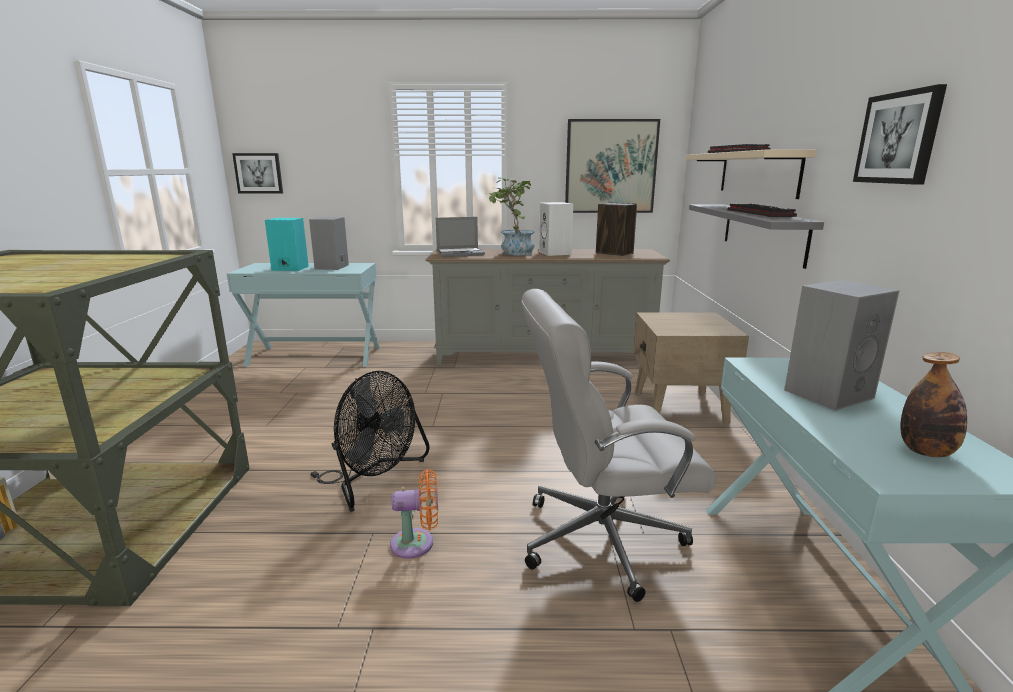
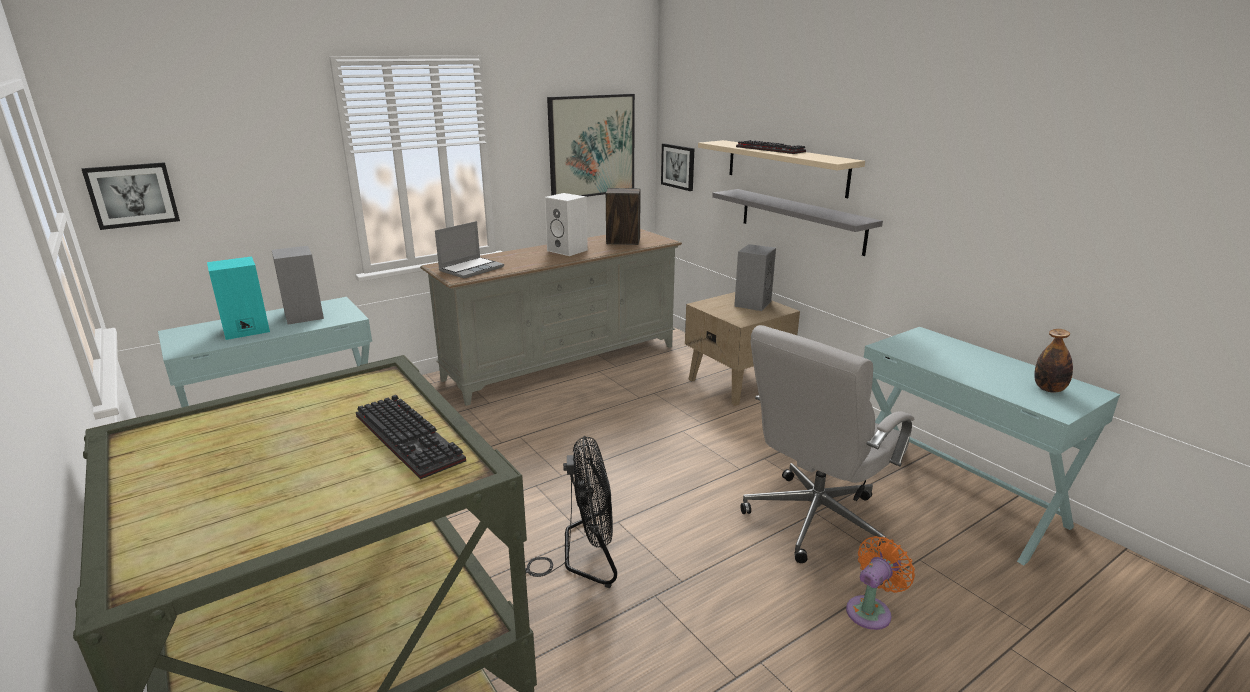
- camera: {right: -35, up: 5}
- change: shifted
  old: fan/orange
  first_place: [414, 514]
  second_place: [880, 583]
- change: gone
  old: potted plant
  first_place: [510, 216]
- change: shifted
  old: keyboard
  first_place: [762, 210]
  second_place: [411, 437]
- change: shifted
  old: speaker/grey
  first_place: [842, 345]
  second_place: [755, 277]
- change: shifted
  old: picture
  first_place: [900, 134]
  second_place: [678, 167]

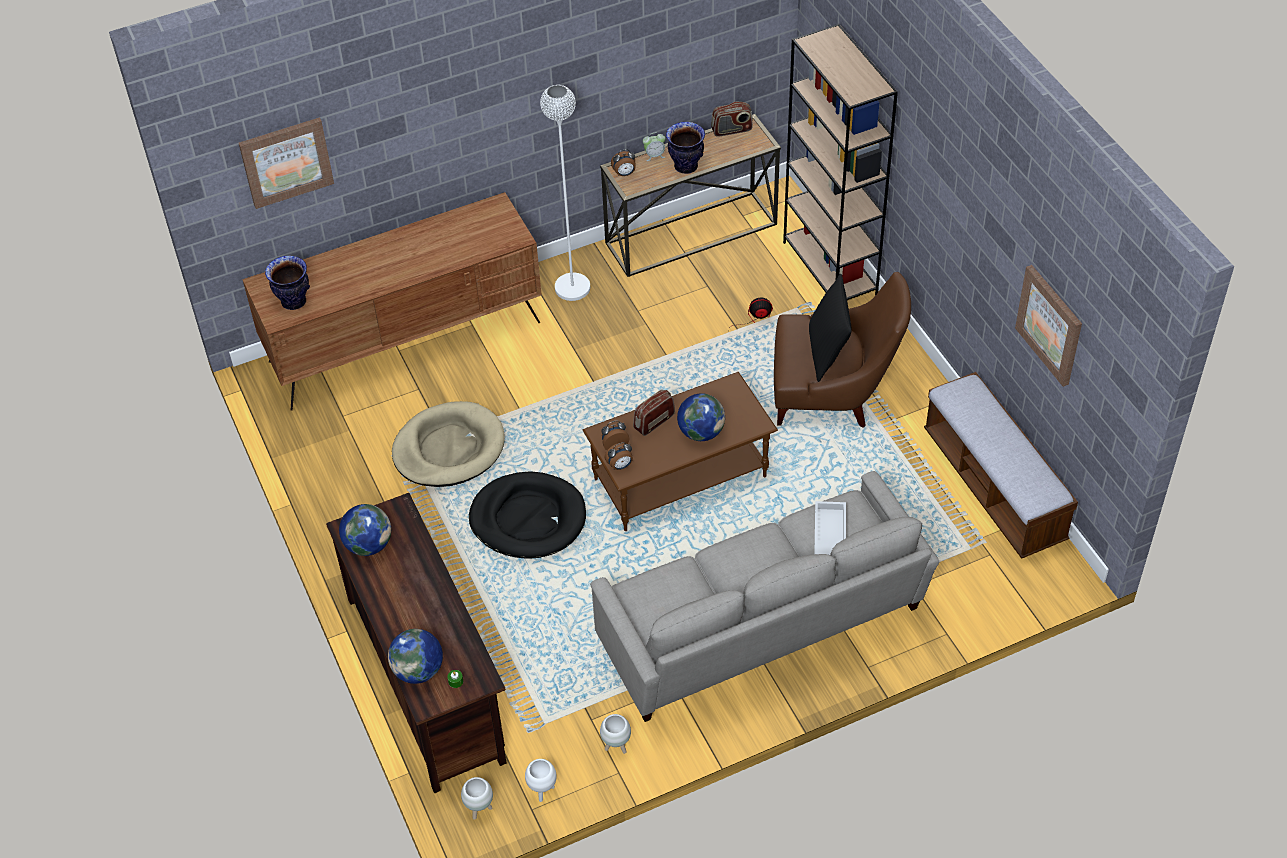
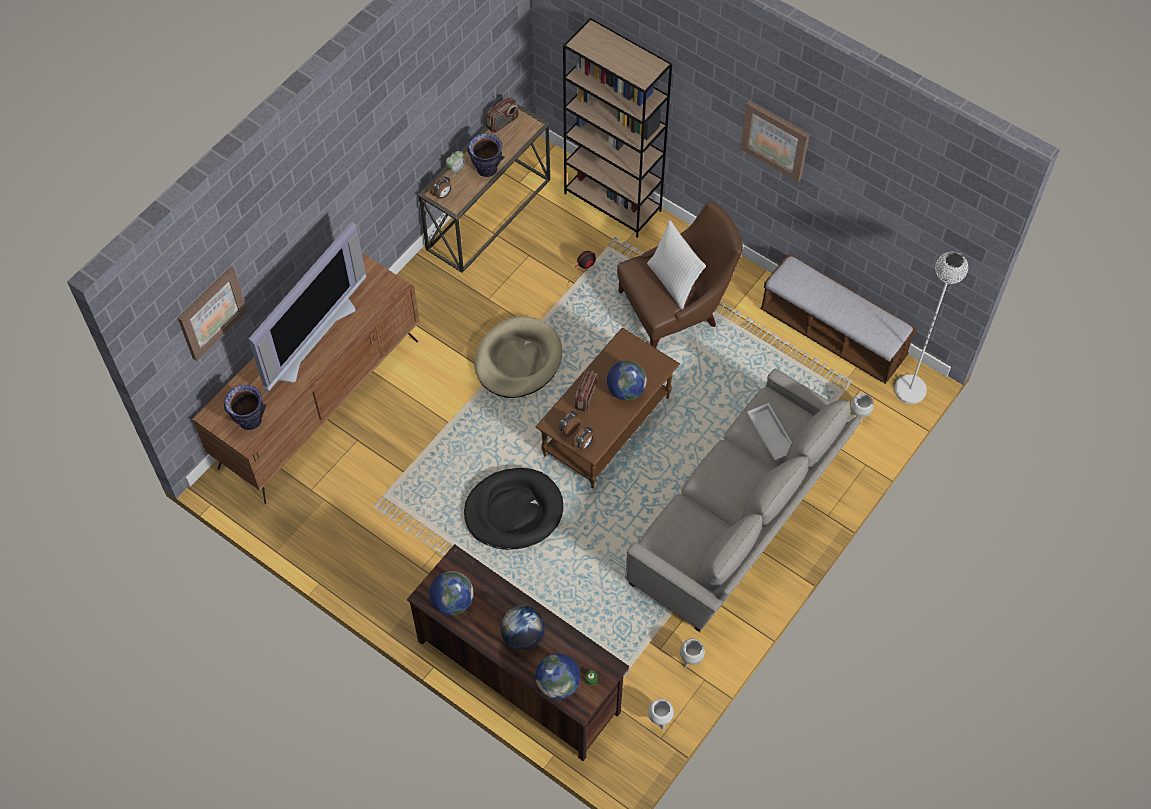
- camera: {right: -30, up: 10}
- change: shifted
  old: dog bed/beige
  first_place: [448, 444]
  second_place: [518, 357]
- change: shifted
  old: planter/white
  first_place: [477, 798]
  second_place: [862, 408]
- change: shifted
  old: floor lamp/white
  first_place: [565, 193]
  second_place: [931, 327]
- change: repainted
  old: pillow/black
  new: pillow/white
  first_place: [830, 328]
  second_place: [676, 265]
- change: shifted
  old: picture
  first_place: [1048, 326]
  second_place: [774, 141]
- change: new
  new: television
  second_place: [307, 307]
- change: new
  new: globe
  second_place: [522, 627]

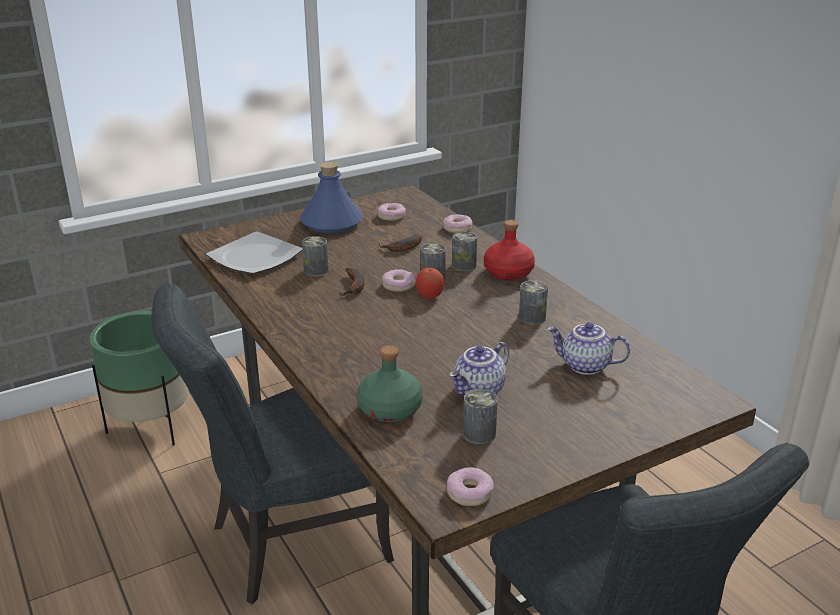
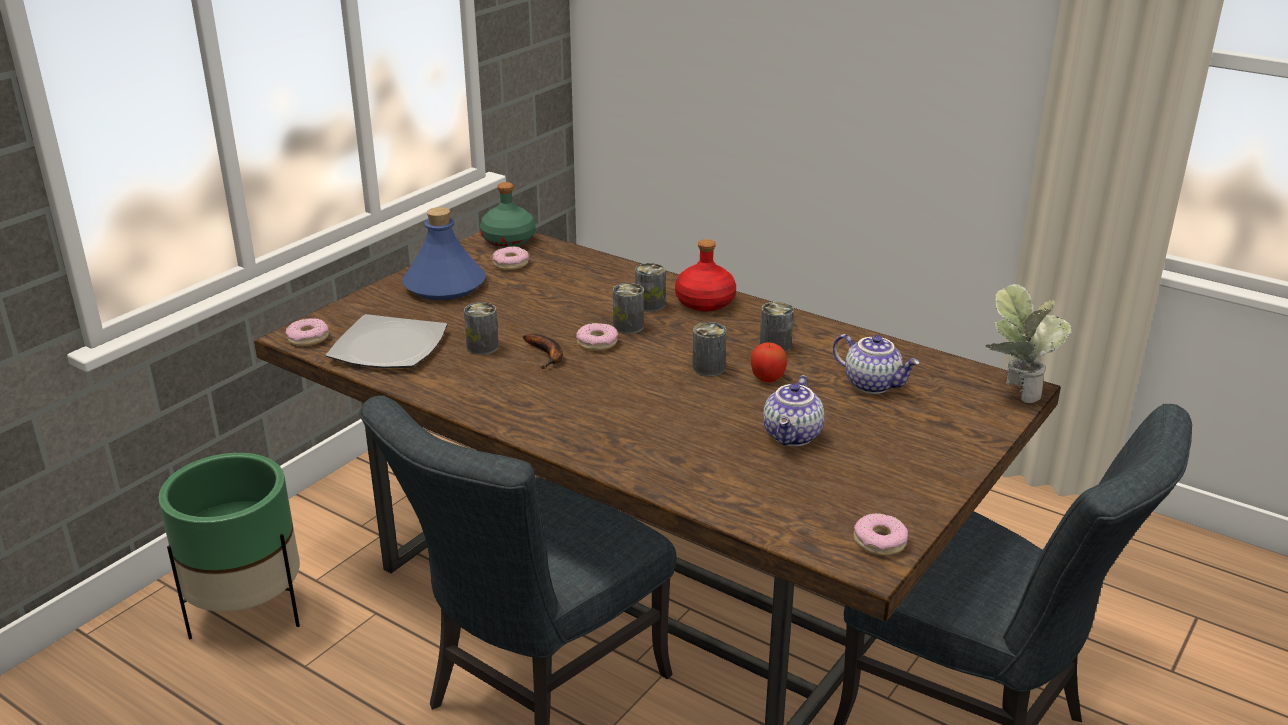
- camera: {right: -25, up: 0}
- change: shifted
  old: bottle/green
  first_place: [390, 383]
  second_place: [507, 215]
- change: gone
  old: banana
  first_place: [400, 242]
- change: shifted
  old: apple
  first_place: [430, 283]
  second_place: [769, 362]
- change: shifted
  old: donut
  first_place: [457, 223]
  second_place: [307, 332]
- change: shifted
  old: can
  first_place: [480, 417]
  second_place: [709, 349]
- change: rotated
  old: teapot
  first_place: [588, 348]
  second_place: [876, 364]
  degrees: -135
- change: new
  new: potted plant
  second_place: [1029, 343]

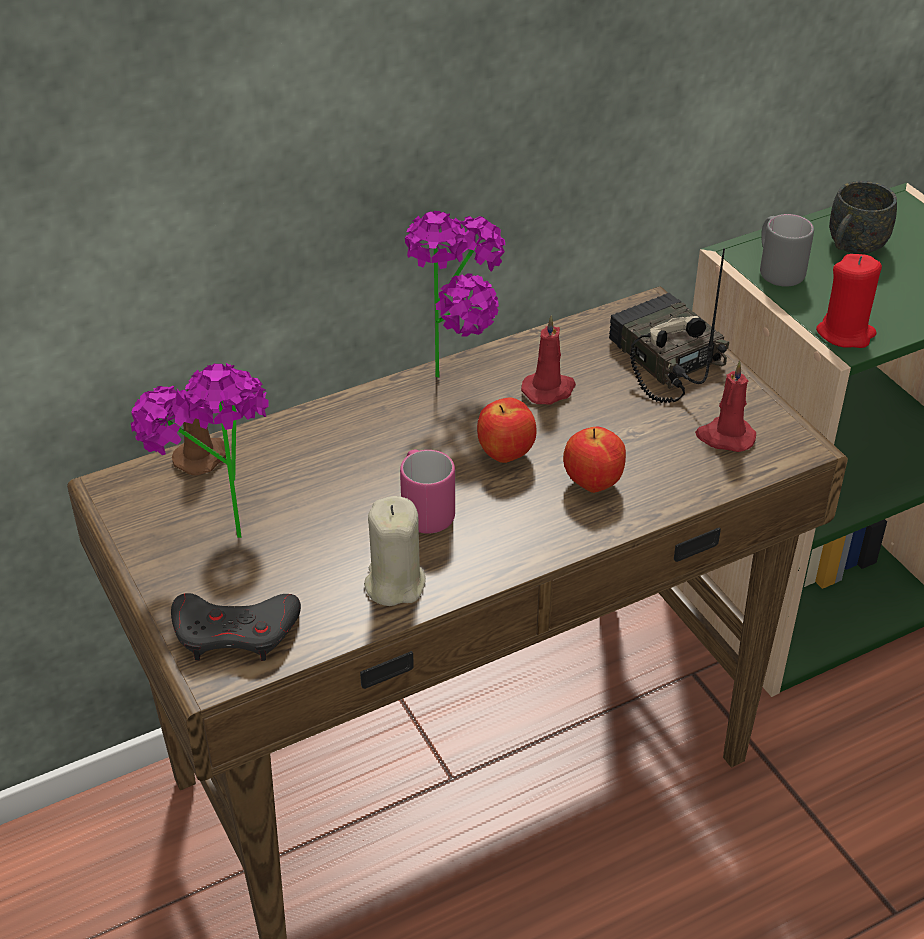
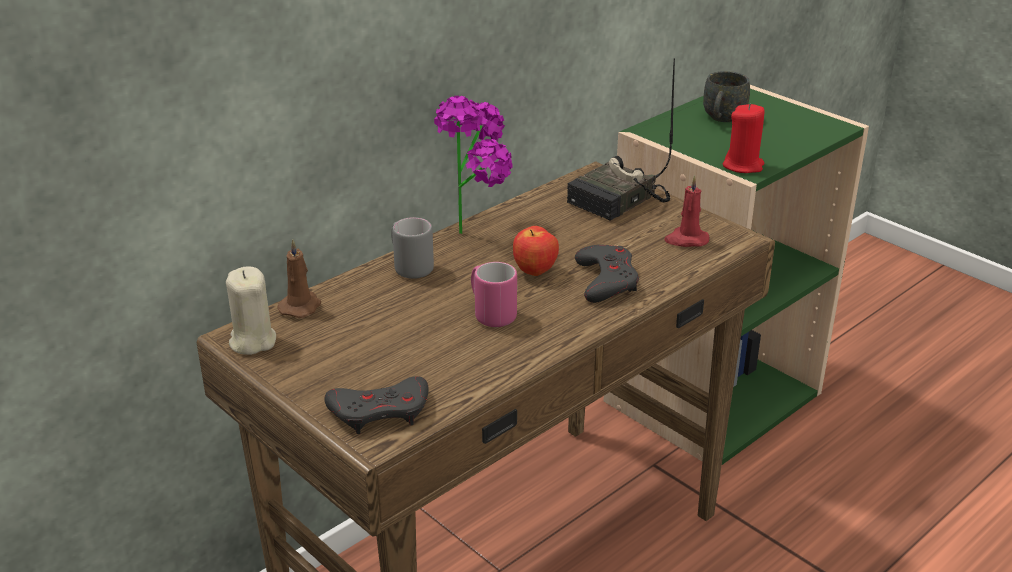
- camera: {right: -15, up: -10}
- change: gone
  old: potted plant
  first_place: [200, 450]
- change: shifted
  old: candle/beige
  first_place: [395, 551]
  second_place: [251, 310]
- change: gone
  old: candle/red
  first_place: [548, 360]
- change: swapped
  old: apple
  new: game controller/grey
  first_place: [594, 459]
  second_place: [607, 274]
- change: rotated
  old: radio
  first_place: [669, 325]
  second_place: [621, 139]
  degrees: -90
- change: shifted
  old: mug/grey
  first_place: [787, 250]
  second_place: [412, 247]

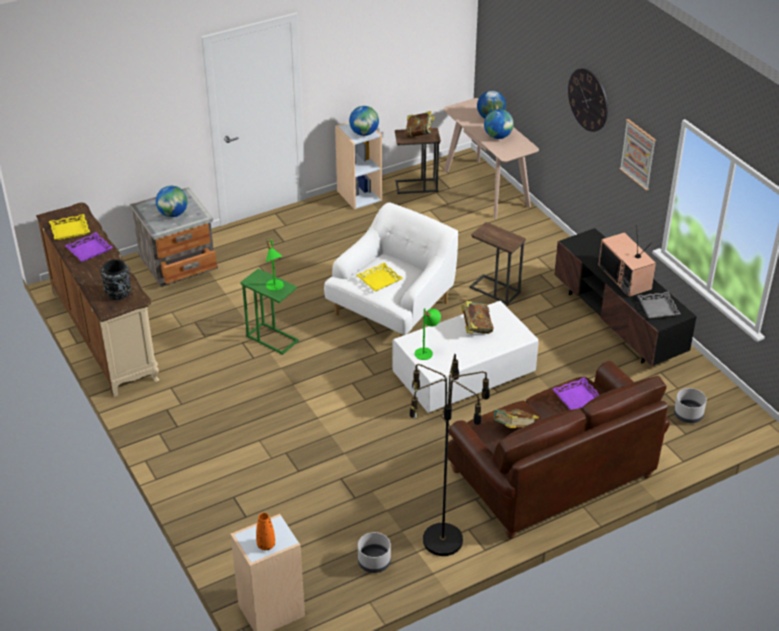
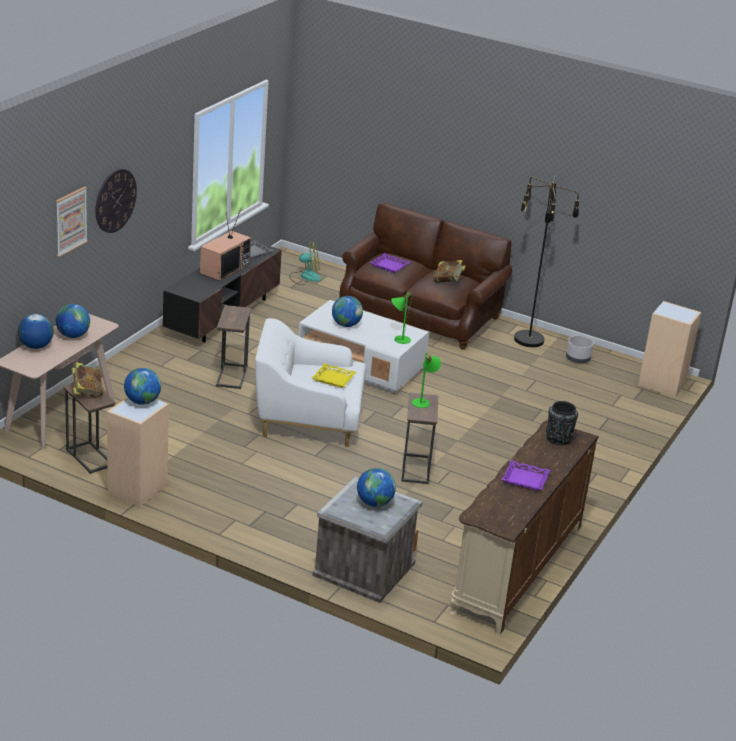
- camera: {right: -125, up: -10}
- change: gone
  old: tray/yellow
  first_place: [69, 227]
- change: repainted
  old: side table/green
  new: side table/brown
  first_place: [269, 312]
  second_place: [420, 438]
- change: gone
  old: vase/orange
  first_place: [265, 531]
- change: swapped
  old: book
  new: globe
  first_place: [477, 317]
  second_place: [347, 311]
- change: shifted
  old: picture
  first_place: [637, 155]
  second_place: [72, 221]
- change: swapped
  old: planter/grey
  new: fan
  first_place: [690, 405]
  second_place: [305, 263]

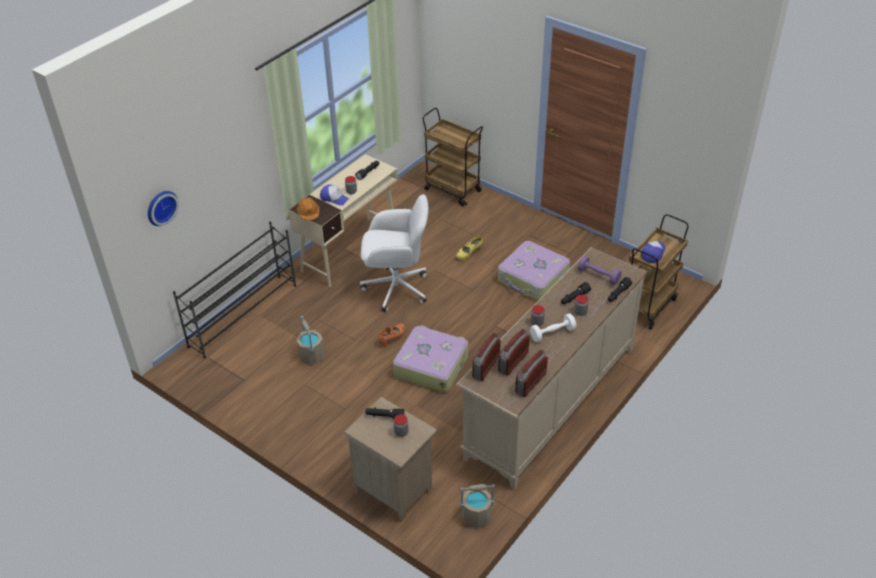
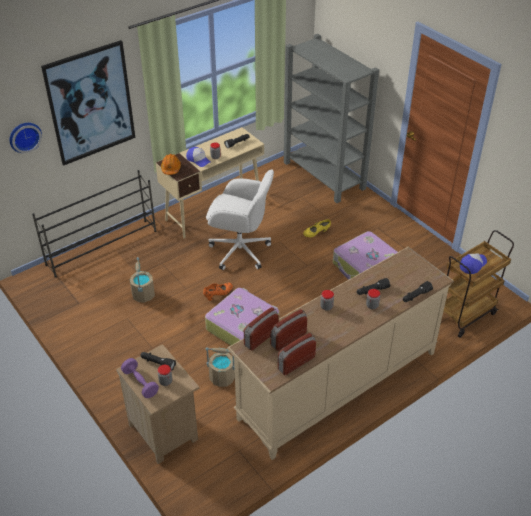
- camera: {right: 15, up: 0}
- change: swapped
  old: cart/brown
  new: bookcase/grey
  first_place: [453, 157]
  second_place: [331, 118]
- change: shifted
  old: bucket/beige
  first_place: [477, 506]
  second_place: [220, 367]
- change: gone
  old: dumbbell/white
  first_place: [553, 327]
- change: shifted
  old: dumbbell/purple
  first_place: [600, 270]
  second_place: [140, 378]
- change: new
  new: picture
  second_place: [88, 103]

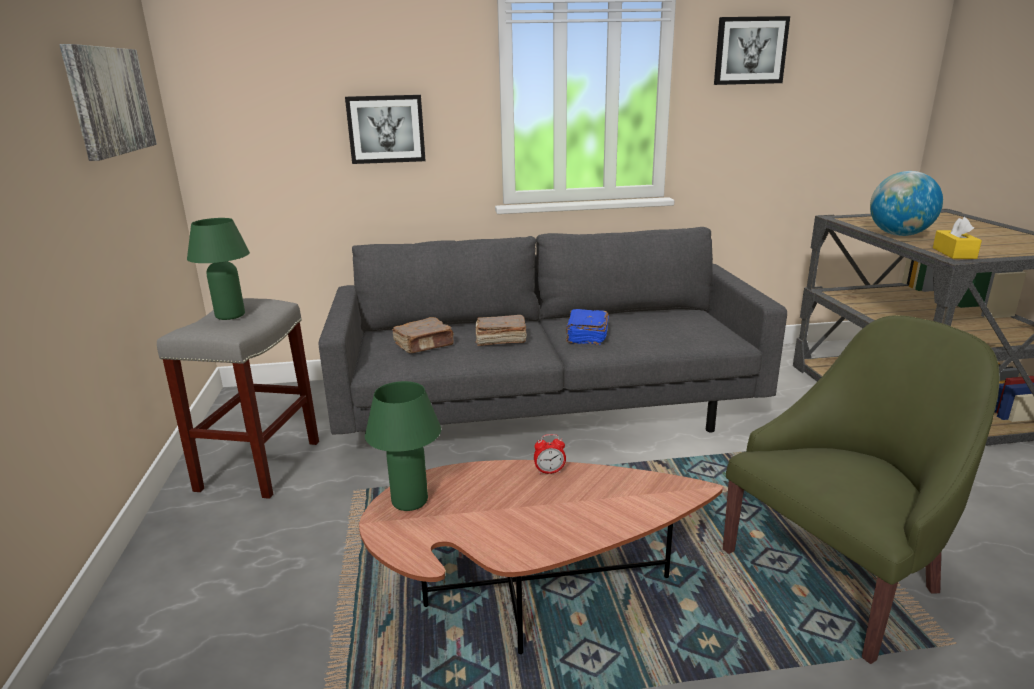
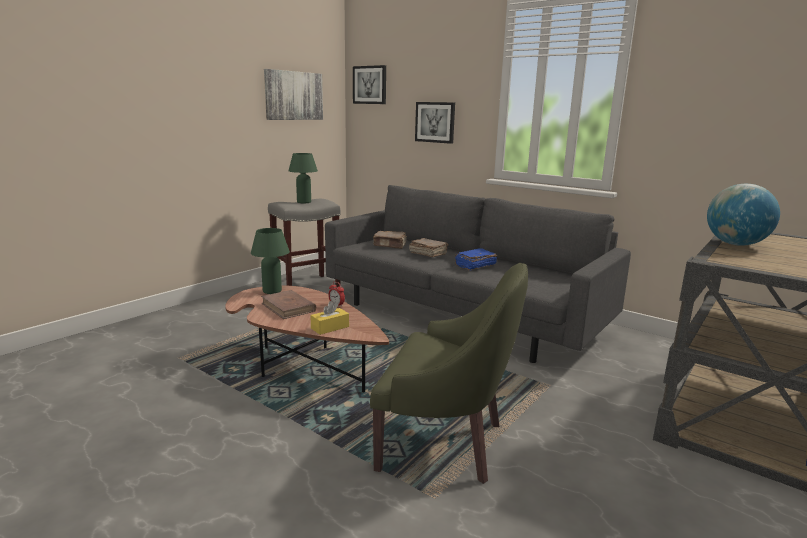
- camera: {right: 45, up: -5}
- change: shifted
  old: picture
  first_place: [752, 50]
  second_place: [369, 84]
- change: shifted
  old: tissue box/yellow
  first_place: [957, 238]
  second_place: [329, 318]
- change: new
  new: book/brown
  second_place: [288, 304]

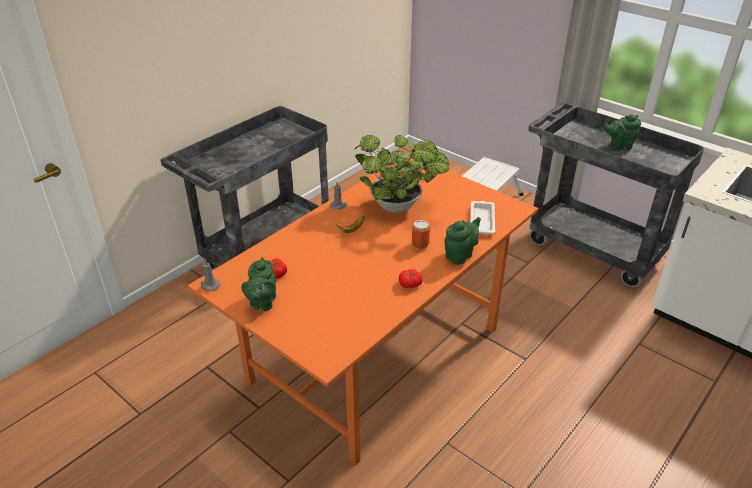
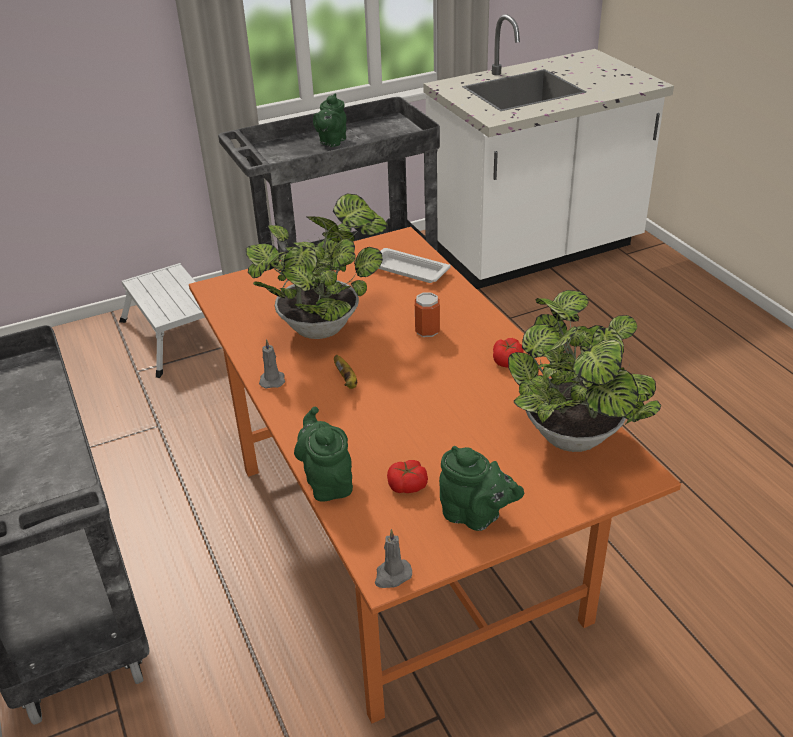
- camera: {right: -65, up: 0}
- change: shifted
  old: teapot/green
  first_place: [462, 241]
  second_place: [323, 454]
- change: new
  new: potted plant
  second_place: [584, 371]

